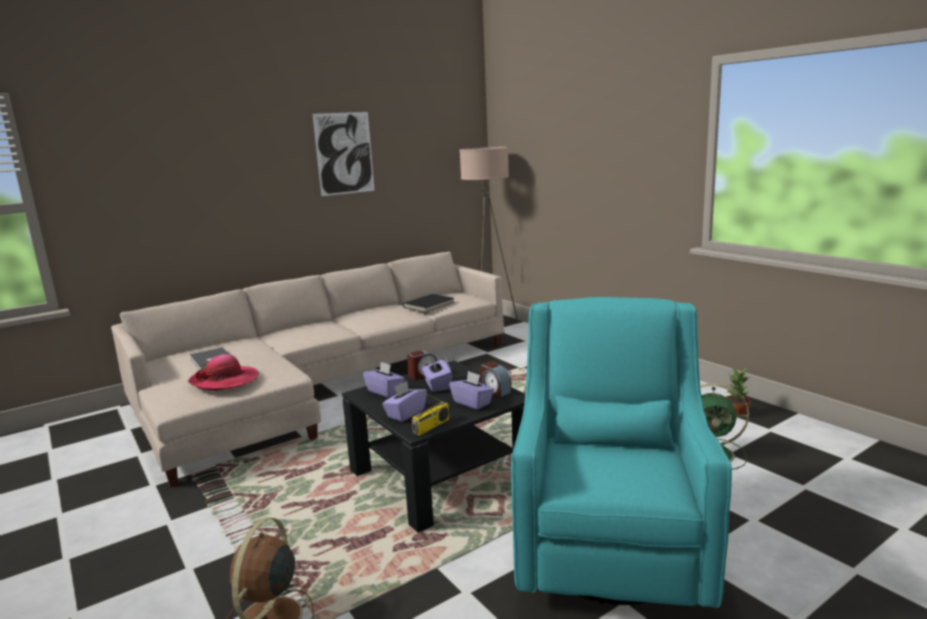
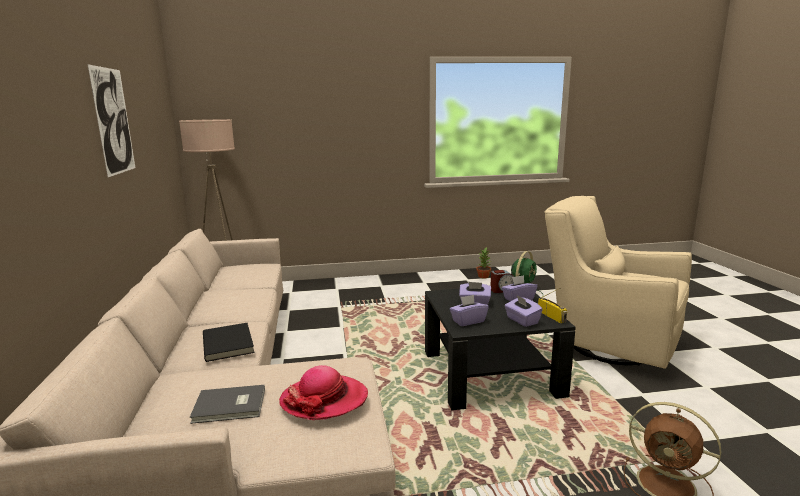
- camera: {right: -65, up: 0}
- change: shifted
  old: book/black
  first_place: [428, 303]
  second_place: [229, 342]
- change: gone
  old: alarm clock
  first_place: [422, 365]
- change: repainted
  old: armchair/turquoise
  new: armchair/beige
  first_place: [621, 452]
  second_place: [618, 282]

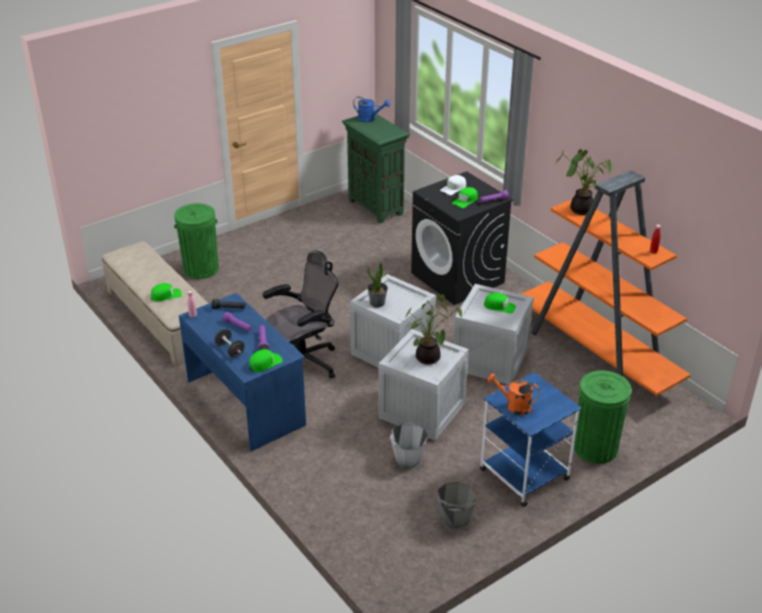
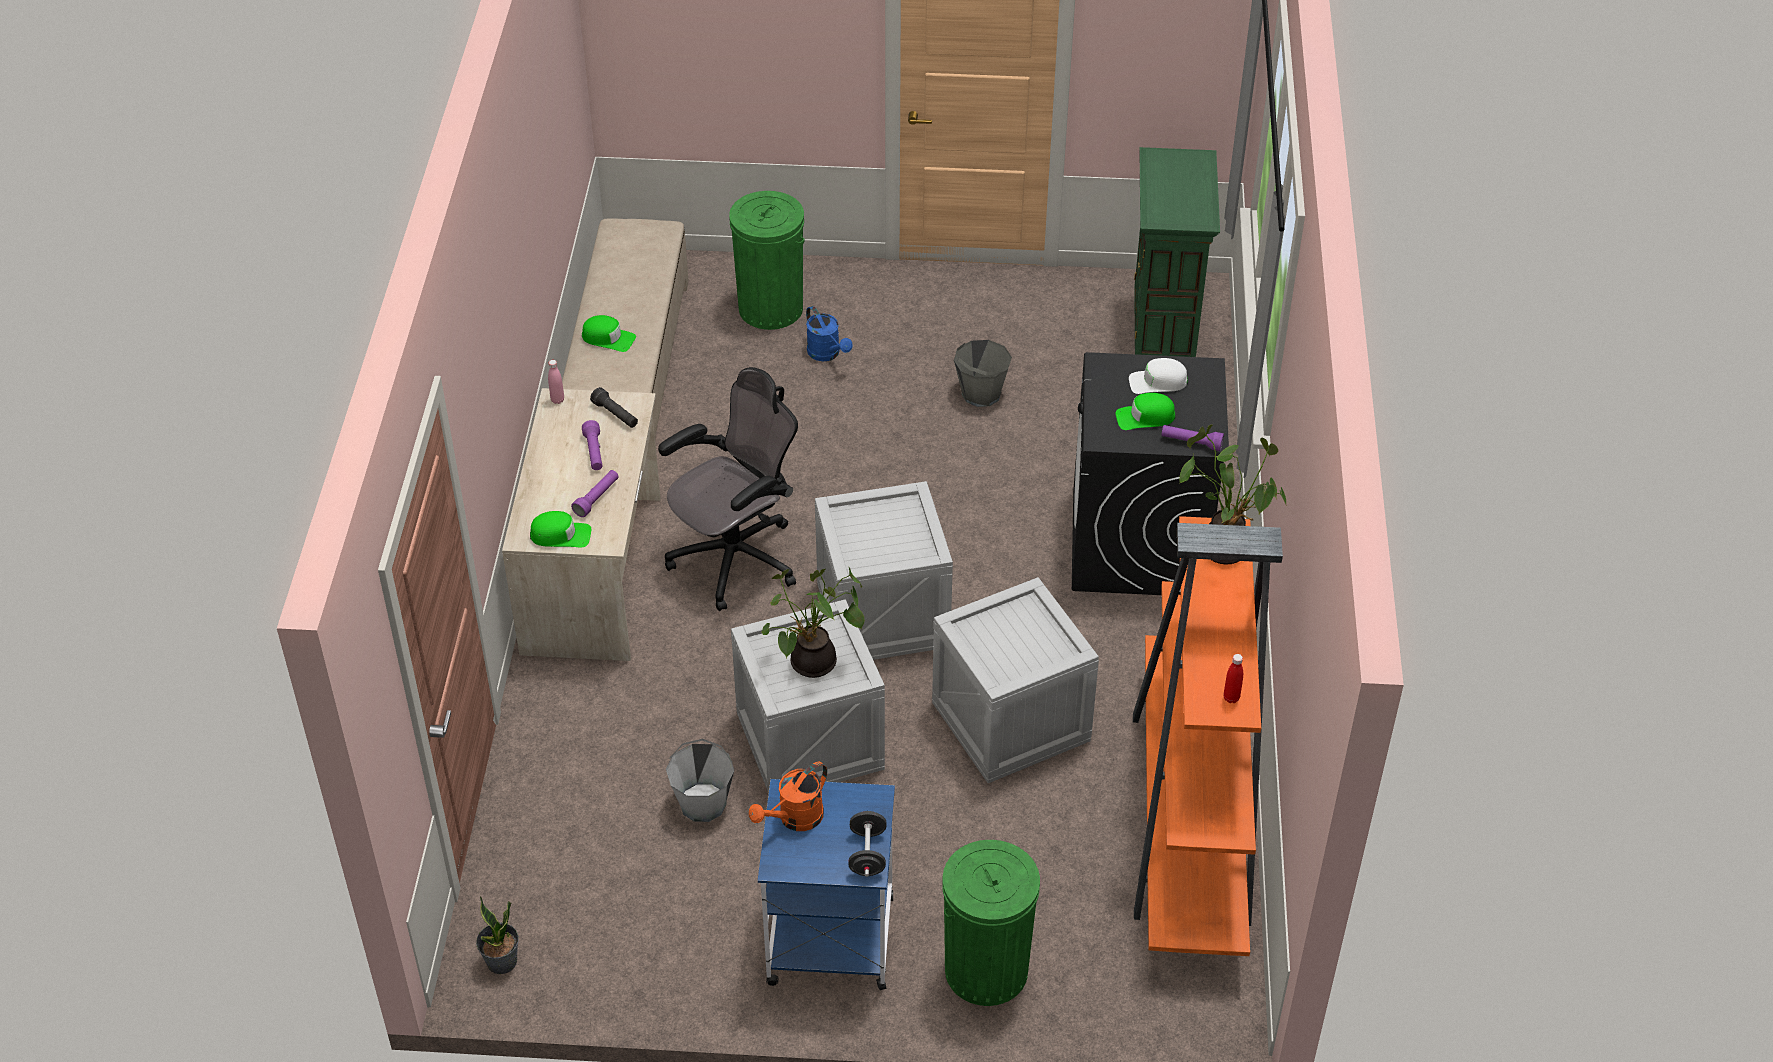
- camera: {right: 40, up: 10}
- change: repainted
  old: desk/blue
  new: desk/beige
  first_place: [242, 372]
  second_place: [581, 524]
- change: shifted
  old: dumbbell/black
  first_place: [230, 343]
  second_place: [867, 844]
- change: rotated
  old: office chair
  first_place: [301, 314]
  second_place: [728, 489]
  degrees: -45
- change: shifted
  old: watering can/blue
  first_place: [371, 109]
  second_place: [829, 334]
- change: shifted
  old: potted plant
  first_place: [377, 284]
  second_place: [497, 935]
- change: shifted
  old: bucket/grey
  first_place: [456, 506]
  second_place: [983, 373]
- change: gone
  old: cap/green
  first_place: [500, 303]
- change: rotated
  old: watering can/orange
  first_place: [513, 394]
  second_place: [788, 796]
  degrees: -105

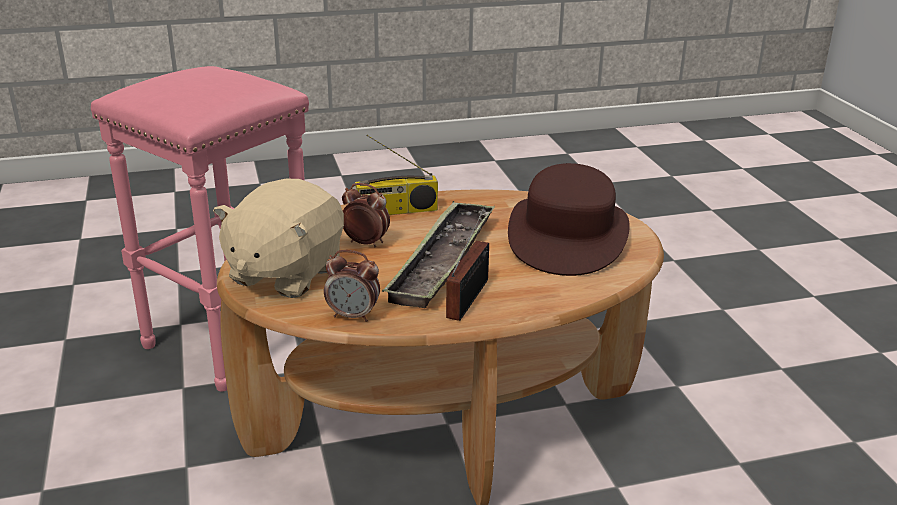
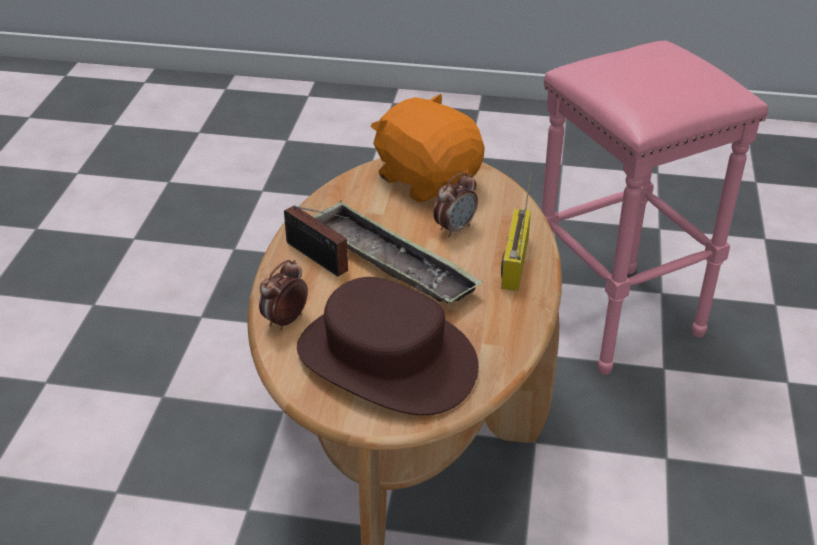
- camera: {right: 115, up: 10}
- change: repainted
  old: plush toy/beige
  new: plush toy/orange
  first_place: [278, 238]
  second_place: [428, 148]
- change: shifted
  old: alarm clock
  first_place: [352, 286]
  second_place: [283, 295]

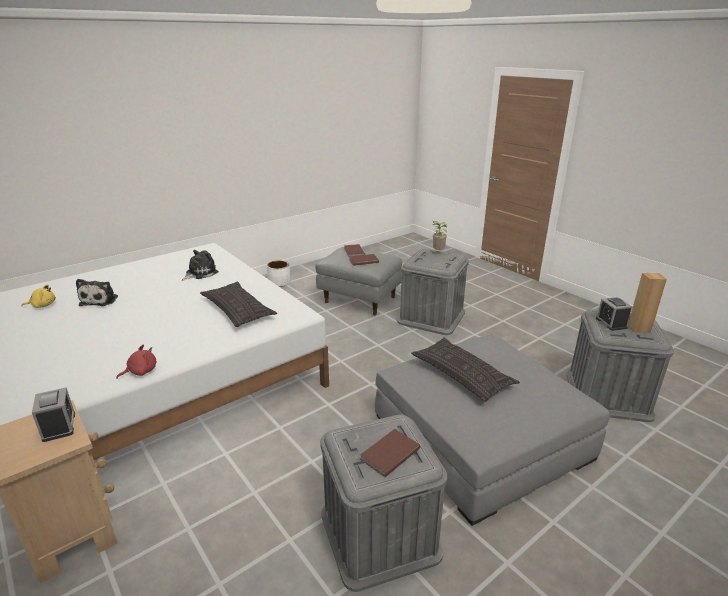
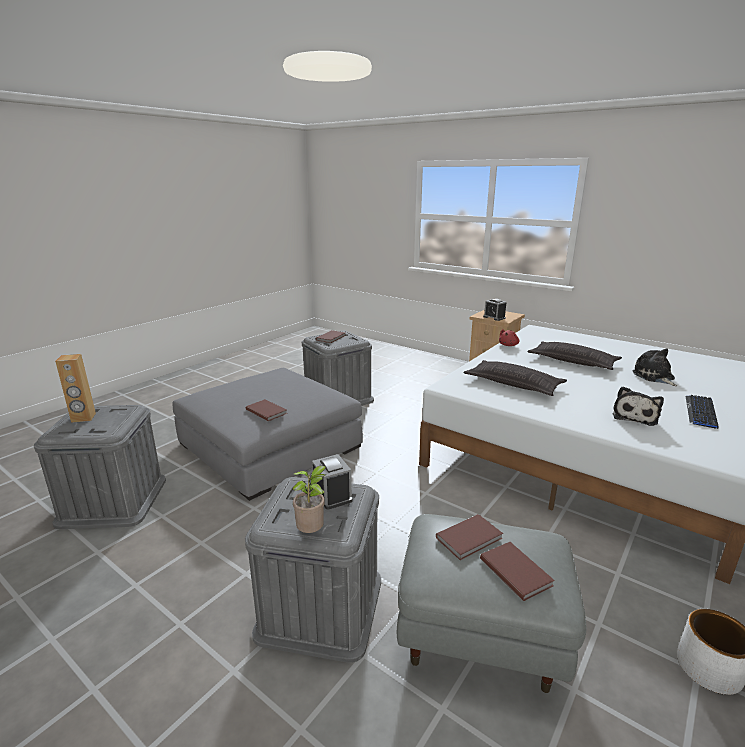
- camera: {right: 165, up: -5}
- change: gone
  old: plush toy/yellow
  first_place: [38, 296]
- change: shifted
  old: pillow
  first_place: [465, 369]
  second_place: [574, 356]
- change: shifted
  old: alarm clock
  first_place: [614, 314]
  second_place: [332, 482]
- change: new
  new: book/brown
  second_place: [266, 410]
- change: new
  new: keyboard
  second_place: [702, 412]

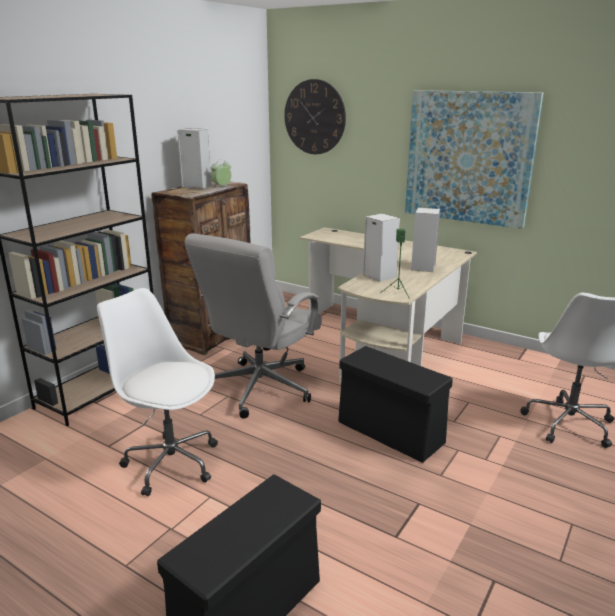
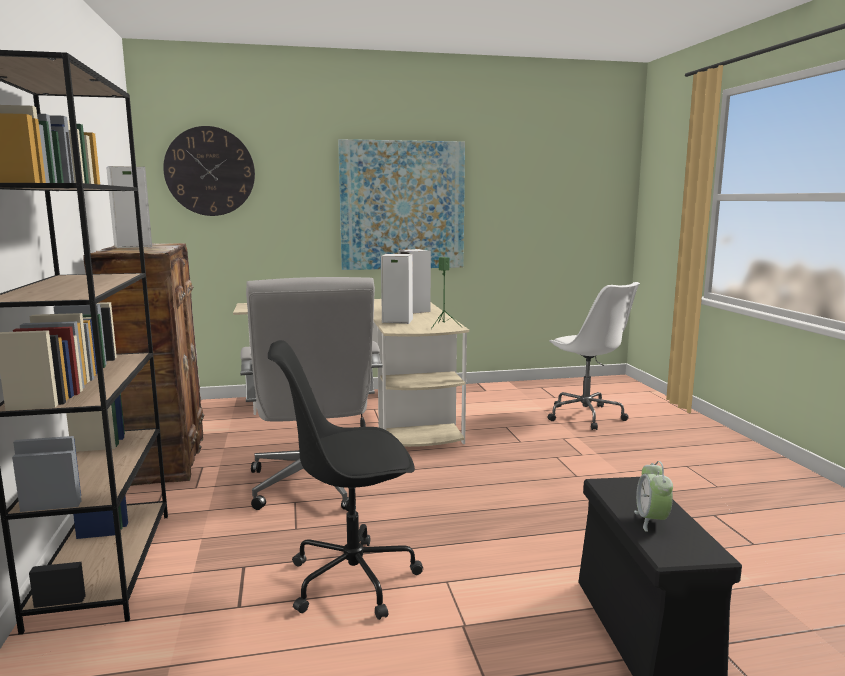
- camera: {right: -45, up: -10}
- change: repainted
  old: office chair/white
  new: office chair/black
  first_place: [157, 392]
  second_place: [345, 480]
- change: shifted
  old: alarm clock
  first_place: [221, 173]
  second_place: [653, 496]
- change: gone
  old: storage box/black
  first_place: [395, 404]

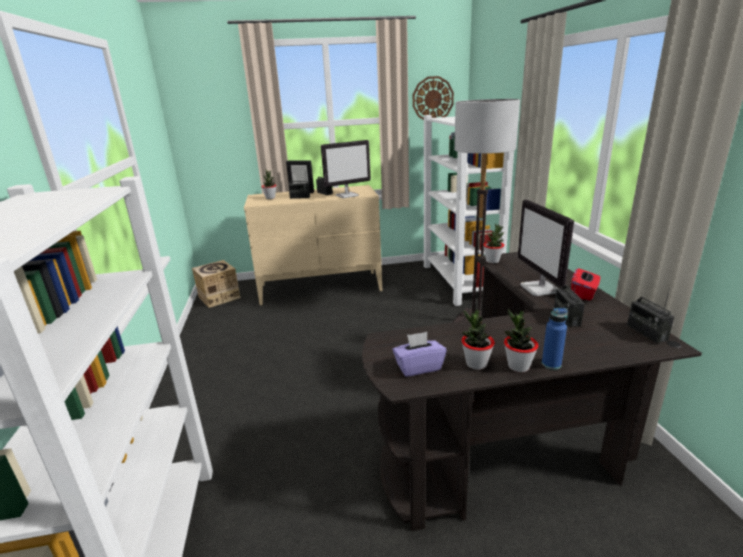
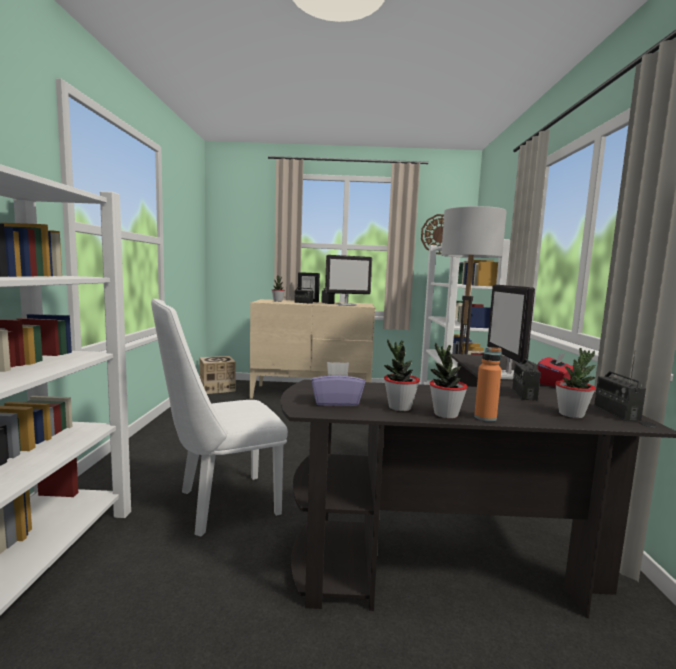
- camera: {right: 10, up: -15}
- change: shifted
  old: potted plant
  first_place: [493, 243]
  second_place: [575, 383]
- change: repainted
  old: bottle/blue
  new: bottle/orange
  first_place: [555, 339]
  second_place: [488, 384]
- change: new
  new: chair/white
  second_place: [219, 418]

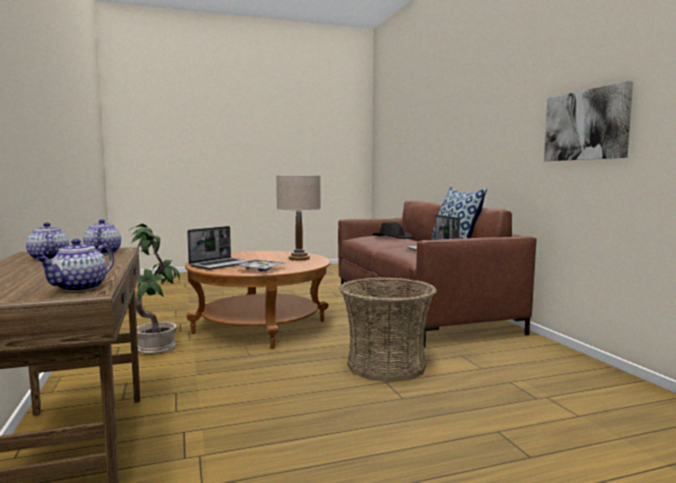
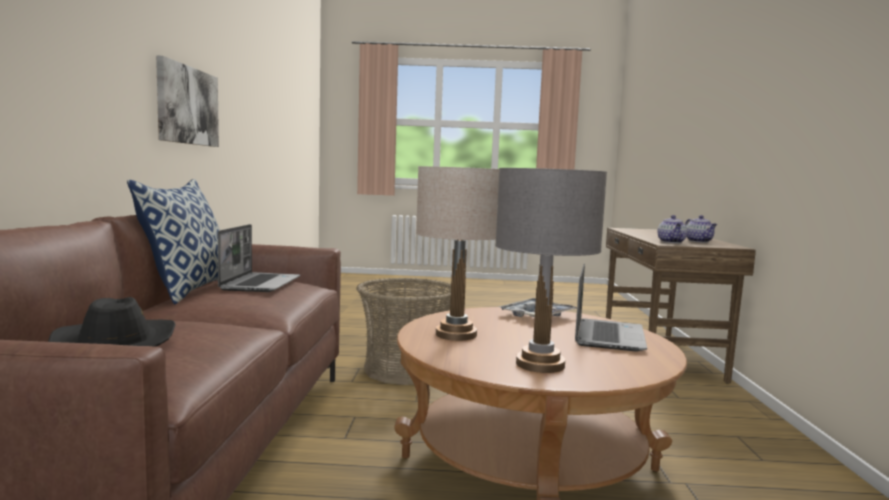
- camera: {right: -160, up: 0}
- change: gone
  old: teapot
  first_place: [75, 265]
- change: gone
  old: potted plant
  first_place: [154, 289]
- change: rotated
  old: laptop
  first_place: [218, 248]
  second_place: [611, 307]
  degrees: 135
- change: new
  new: table lamp/grey
  second_place: [551, 270]

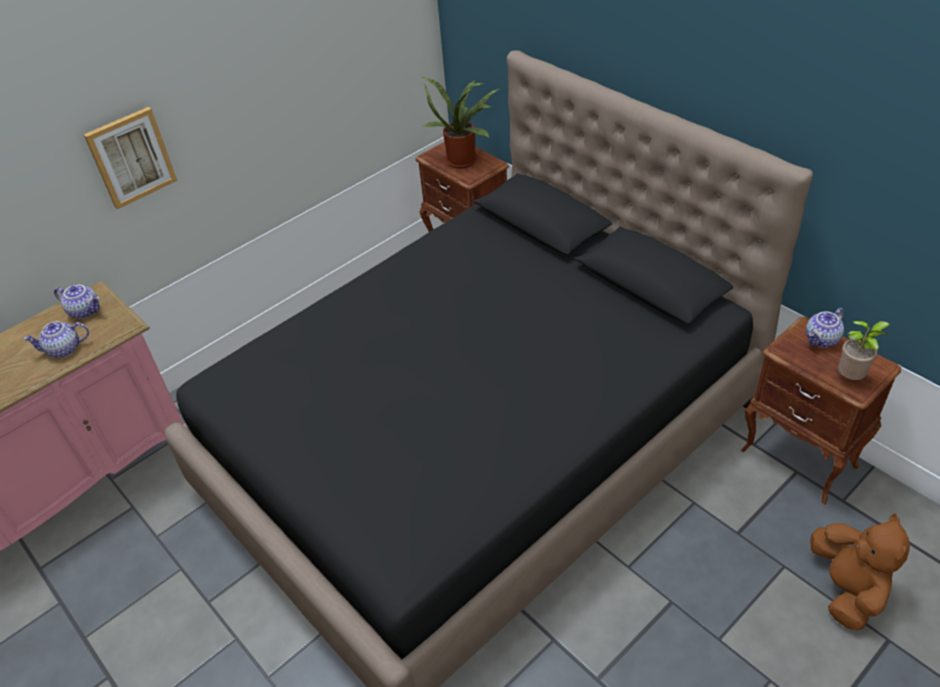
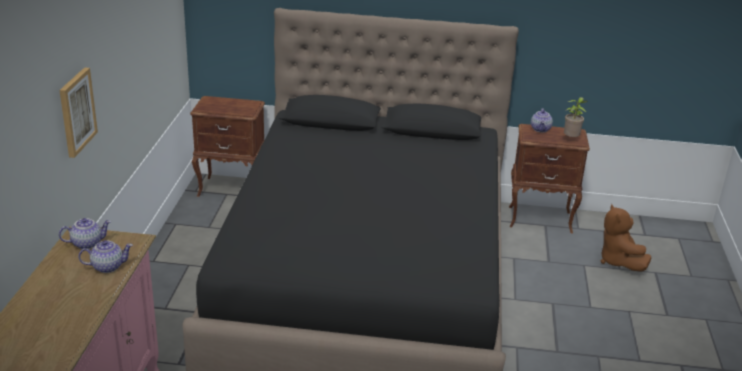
- camera: {right: -45, up: -15}
- change: rotated
  old: teapot
  first_place: [56, 339]
  second_place: [105, 256]
  degrees: -135
- change: gone
  old: potted plant
  first_place: [459, 122]
- change: rotated
  old: plush toy/brown
  first_place: [860, 571]
  second_place: [626, 238]
  degrees: -150

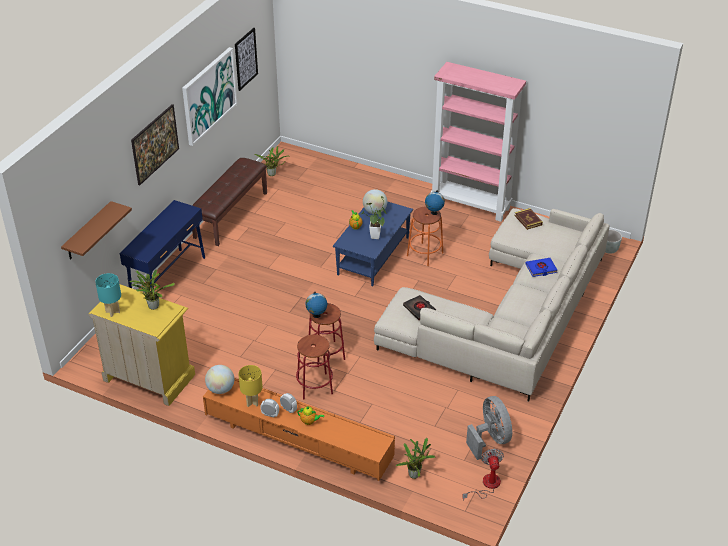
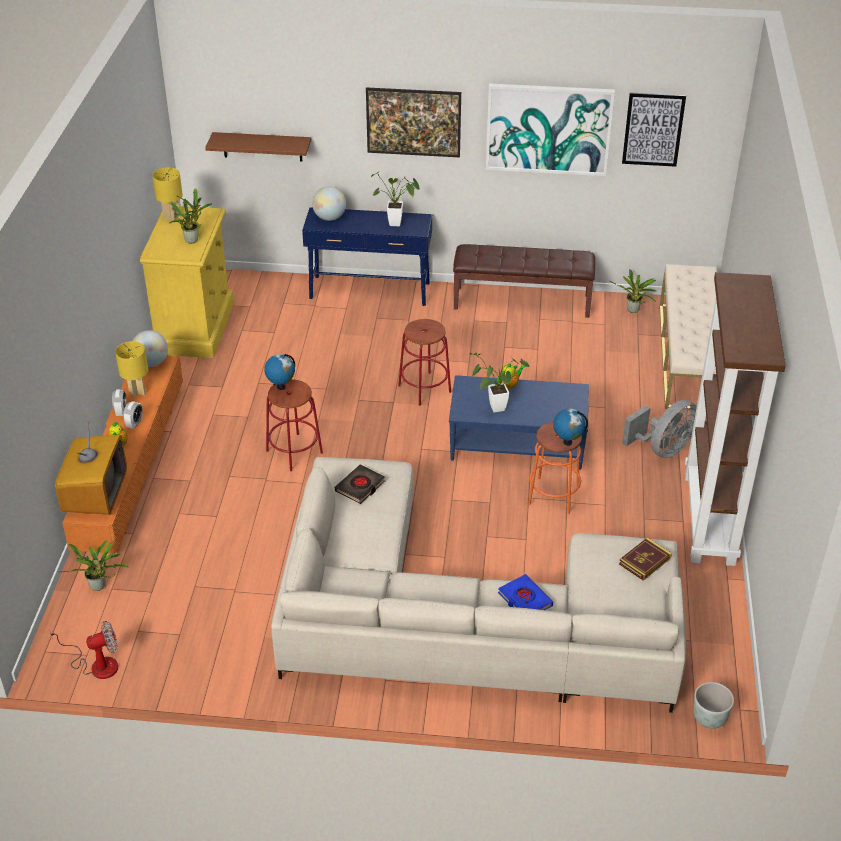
- camera: {right: 70, up: 0}
- change: repainted
  old: table lamp/turquoise
  new: table lamp/yellow
  first_place: [108, 295]
  second_place: [167, 195]
- change: shifted
  old: stool/red
  first_place: [314, 367]
  second_place: [424, 362]
- change: shifted
  old: globe
  first_place: [375, 201]
  second_place: [329, 204]
- change: repainted
  old: bookcase/pink
  new: bookcase/brown
  first_place: [478, 142]
  second_place: [735, 419]
- change: shifted
  old: fan/grey
  first_place: [489, 428]
  second_place: [659, 429]
- change: new
  new: television
  second_place: [91, 468]
- change: new
  new: potted plant
  second_place: [395, 198]
- change: new
  new: bench/beige
  second_place: [688, 337]

